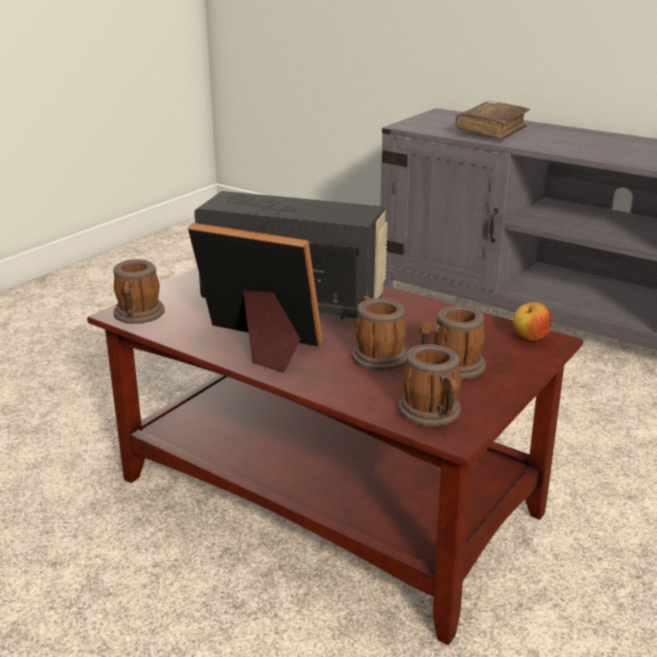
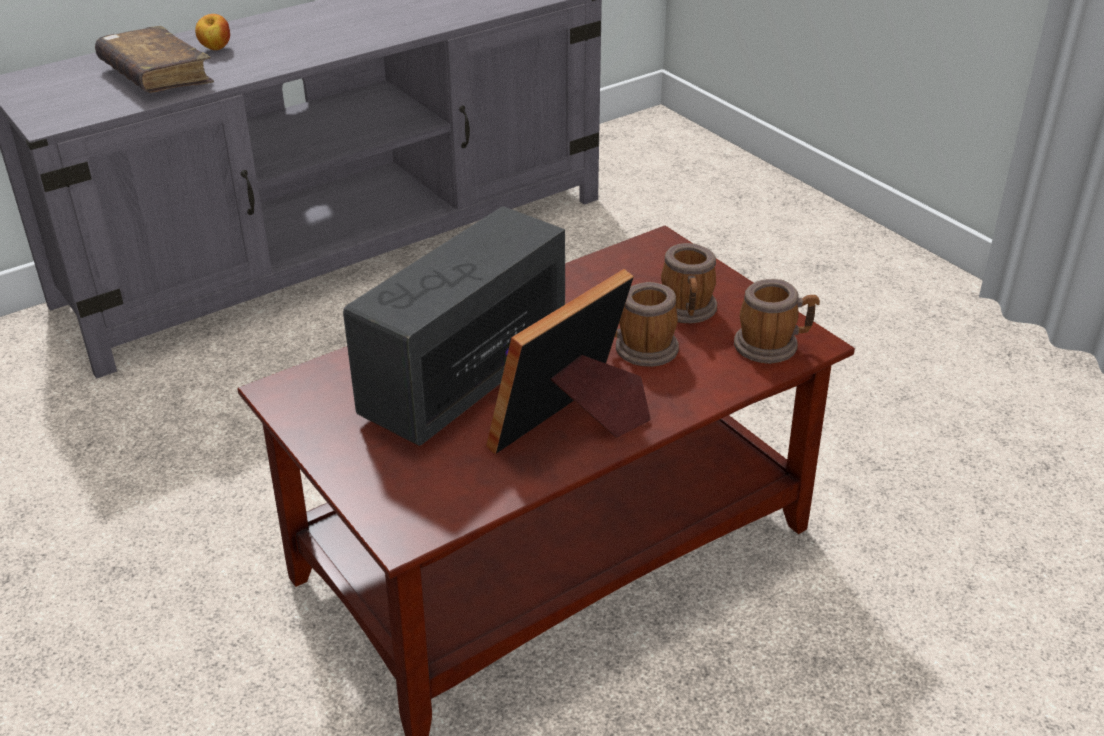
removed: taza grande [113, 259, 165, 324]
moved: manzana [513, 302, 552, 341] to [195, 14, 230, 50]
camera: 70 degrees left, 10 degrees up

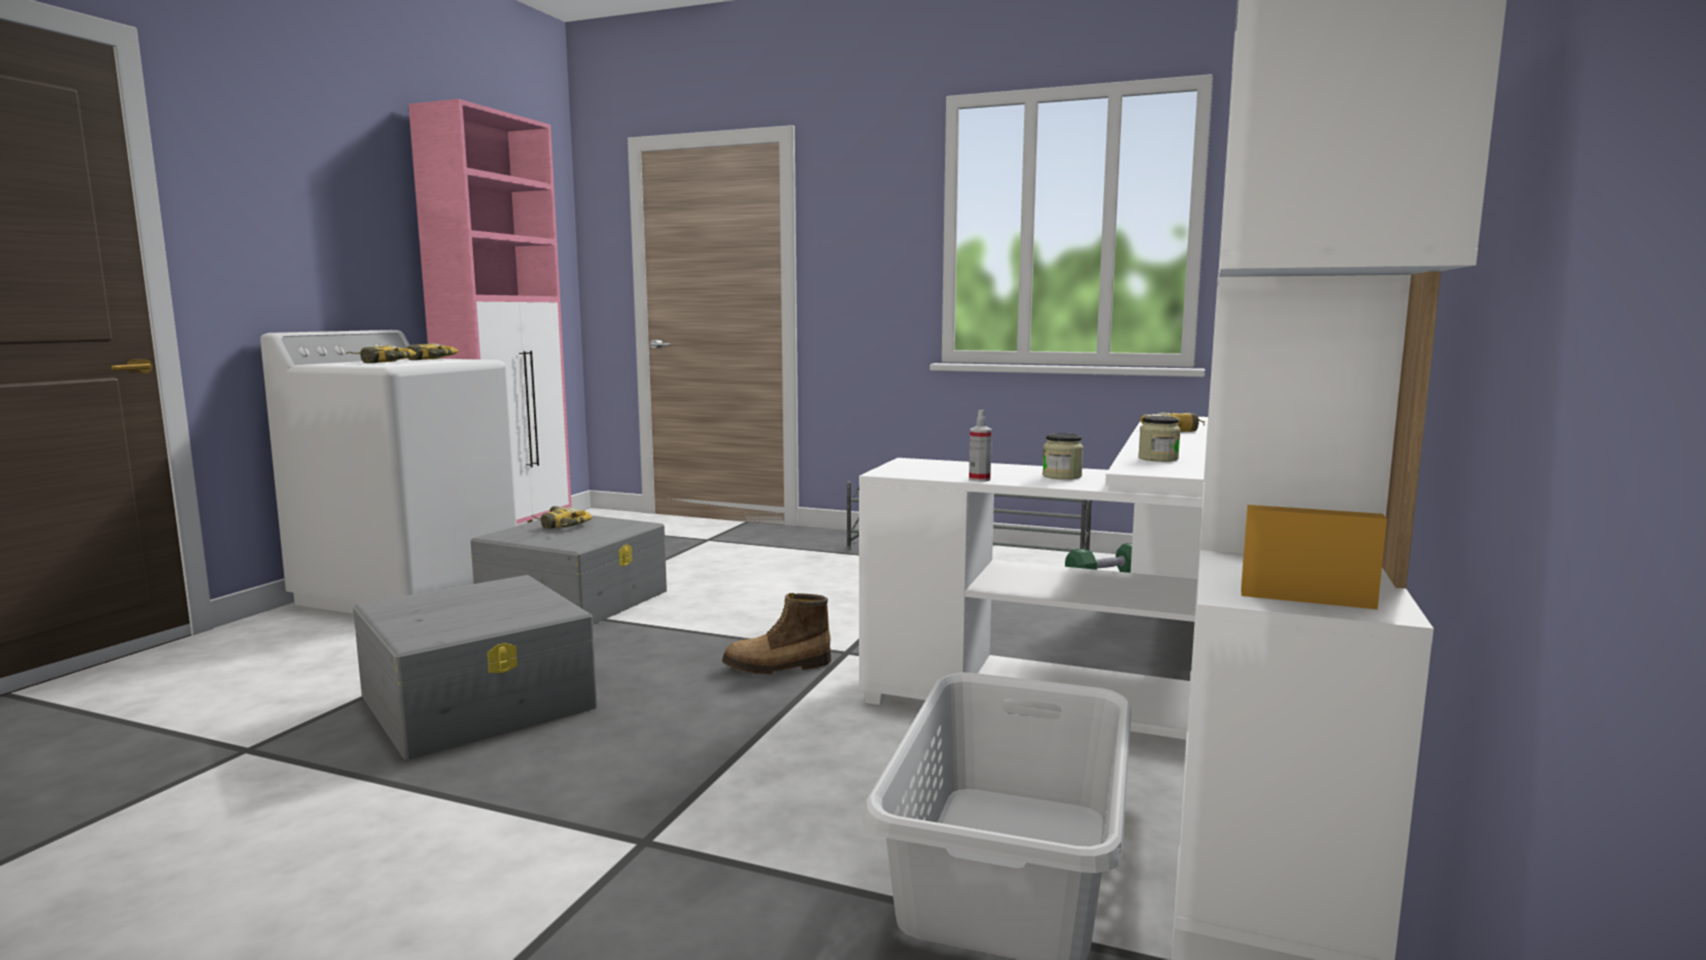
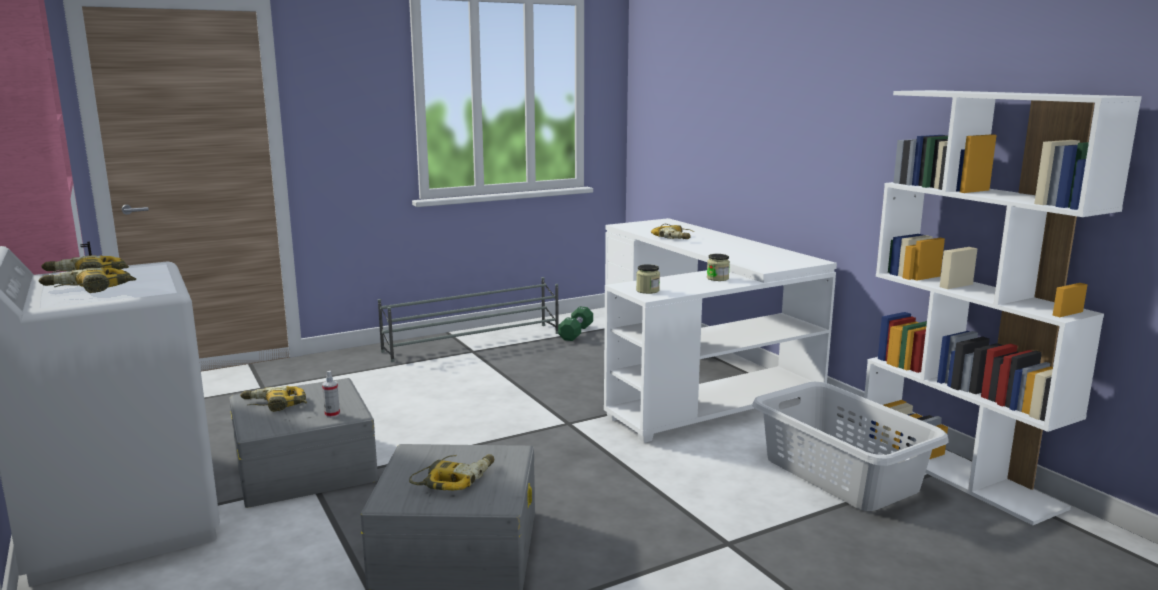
removed: bota [722, 593, 831, 674]
added: taladro [409, 454, 494, 491]
moved: pulverizador [969, 410, 992, 482] to [322, 371, 340, 418]; tarro [1138, 416, 1181, 462] to [636, 264, 660, 294]
camera: 50 degrees left, 5 degrees up

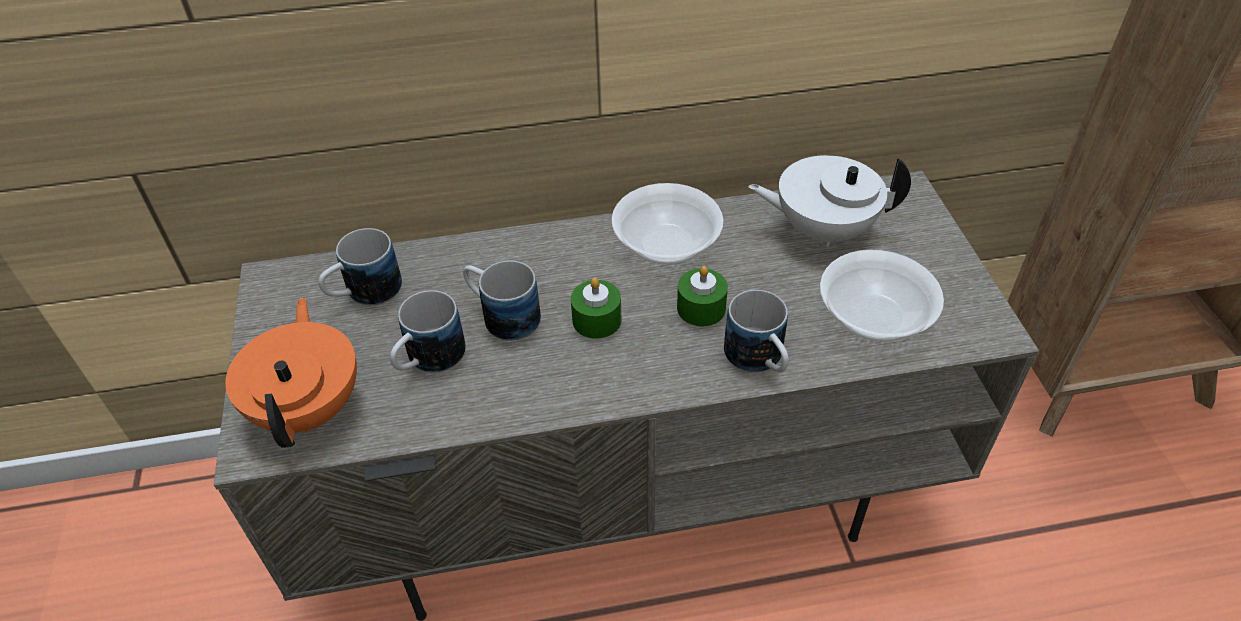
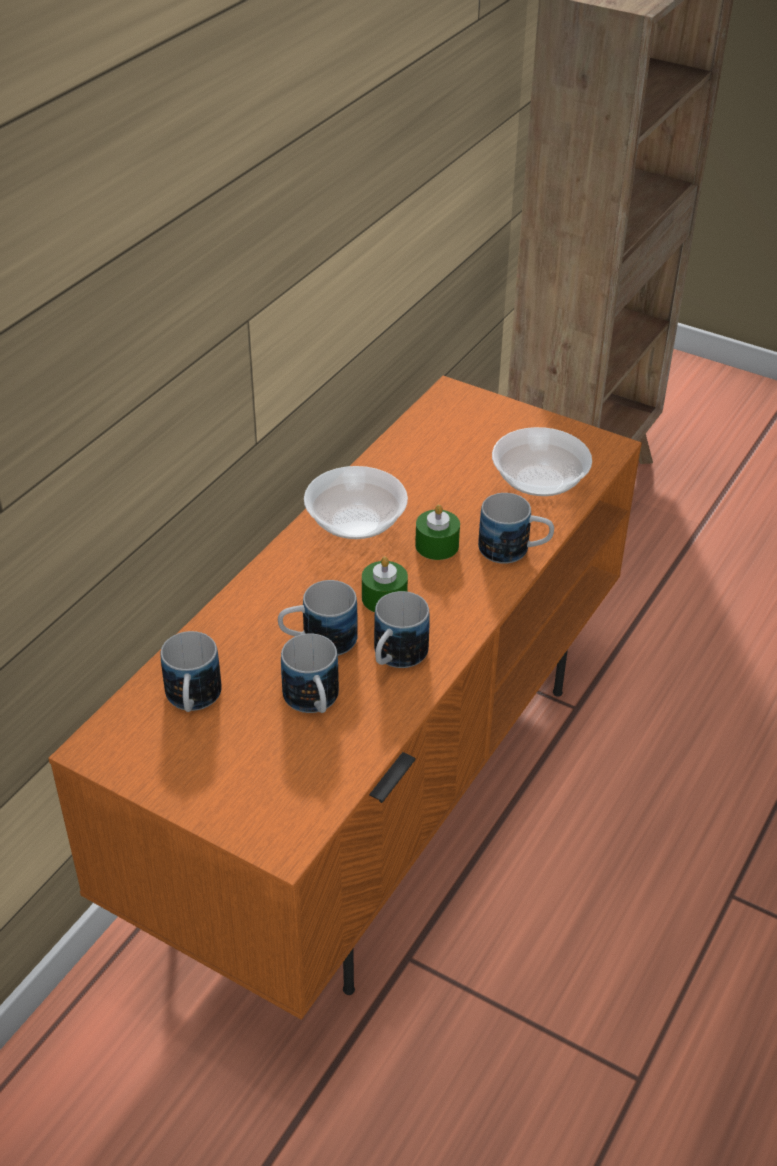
removed: tetera [naranja] [225, 298, 357, 448]; tetera [blanco] [748, 155, 911, 247]
added: taza grande [374, 591, 430, 668]
recoloured: mueble de televisión [gris] [214, 171, 1039, 621] to mueble de televisión [naranja] [48, 376, 642, 1020]
camera: 50 degrees left, 5 degrees down

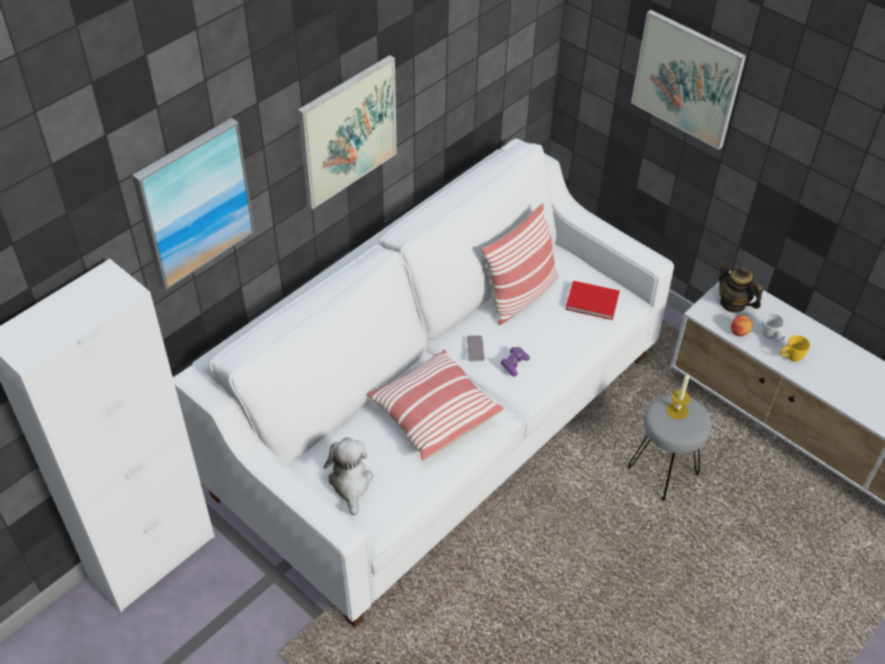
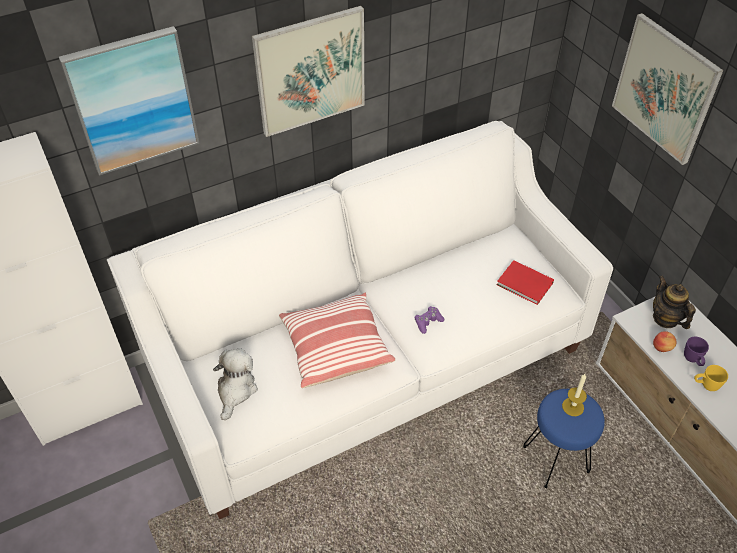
removed: móvil [467, 335, 485, 362]; cojín [481, 204, 559, 325]
recoloured: taburete [gris] [628, 394, 711, 501] to taburete [azul] [523, 389, 605, 488]; taza grande [blanco] [761, 313, 785, 340] to taza grande [morado] [684, 337, 709, 366]
camera: 20 degrees right, 0 degrees up

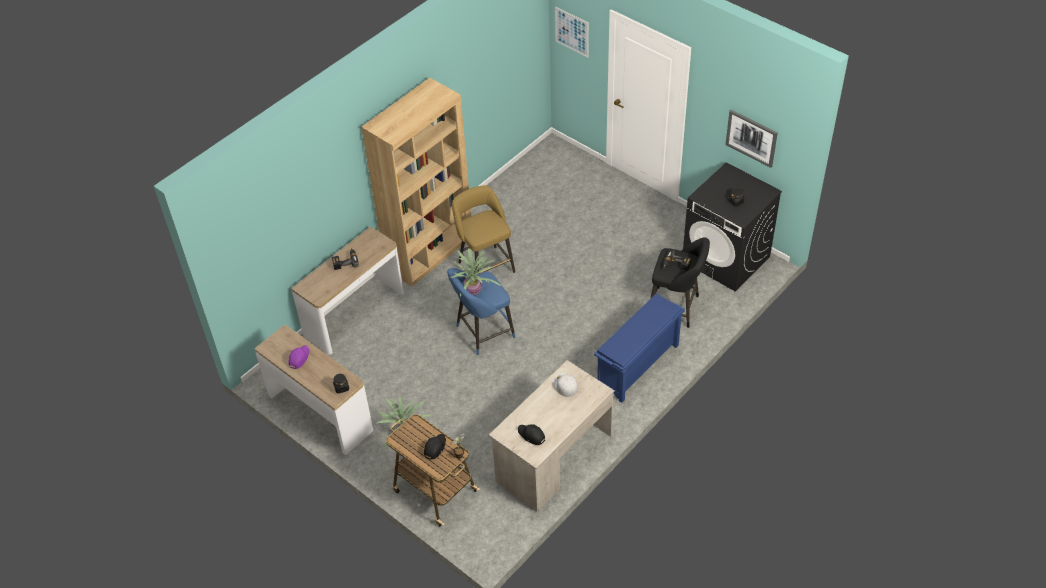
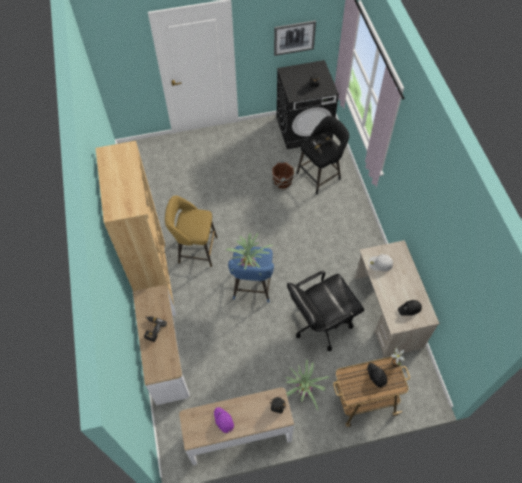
removed: cuadro [555, 7, 589, 57]; zapatero [azul] [594, 293, 685, 403]
added: cubo [marrón] [272, 160, 294, 189]; silla de oficina [negro] [287, 270, 364, 351]
camera: 55 degrees left, 10 degrees up

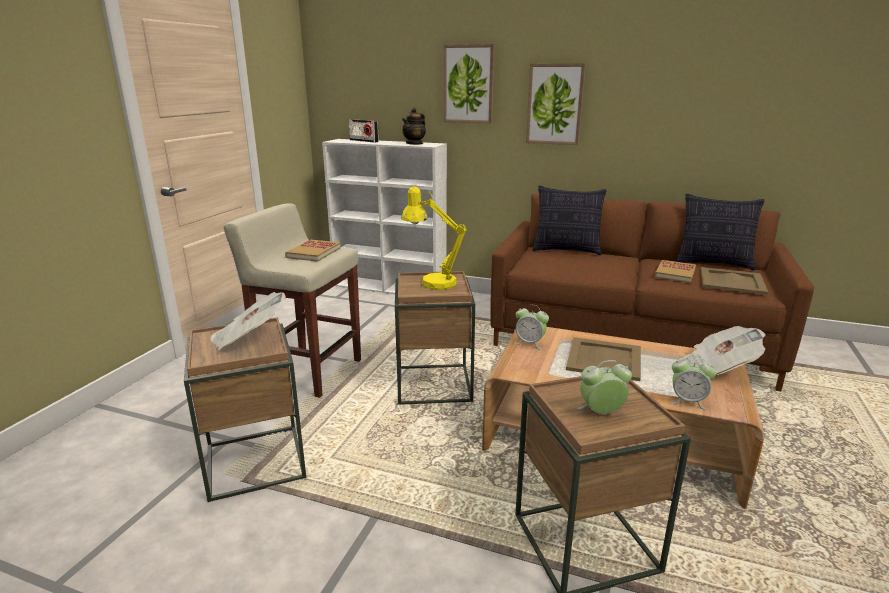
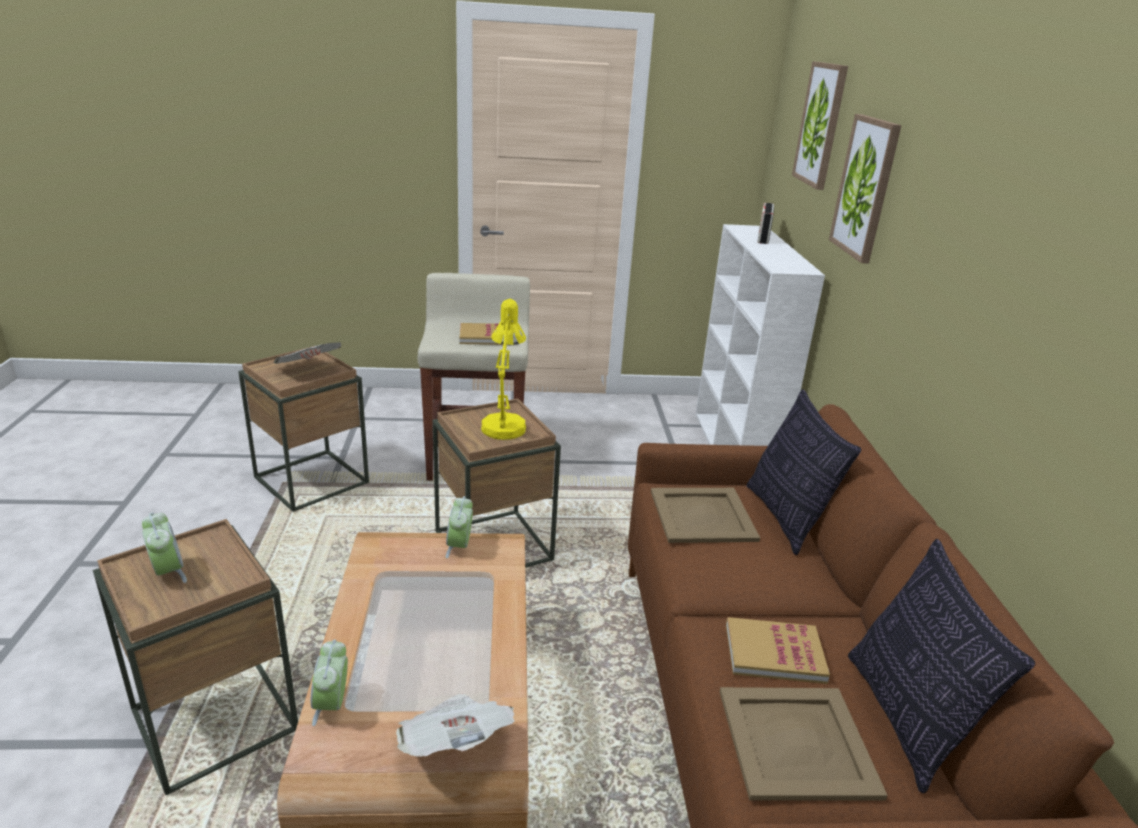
removed: tetera [402, 108, 426, 145]
moved: cuadro [526, 63, 586, 145] to [792, 61, 848, 190]; bandeja [beis] [566, 337, 641, 381] to [651, 488, 760, 543]
camera: 65 degrees right, 5 degrees up

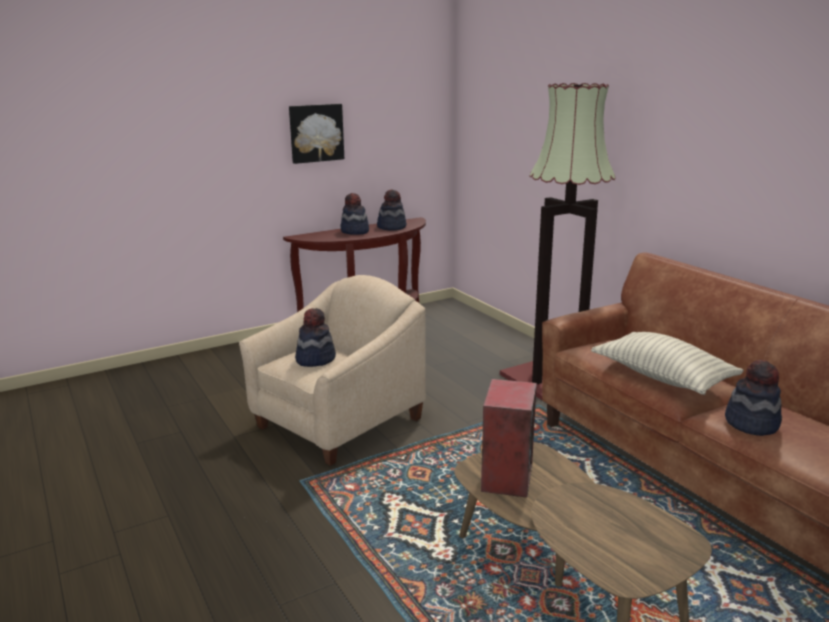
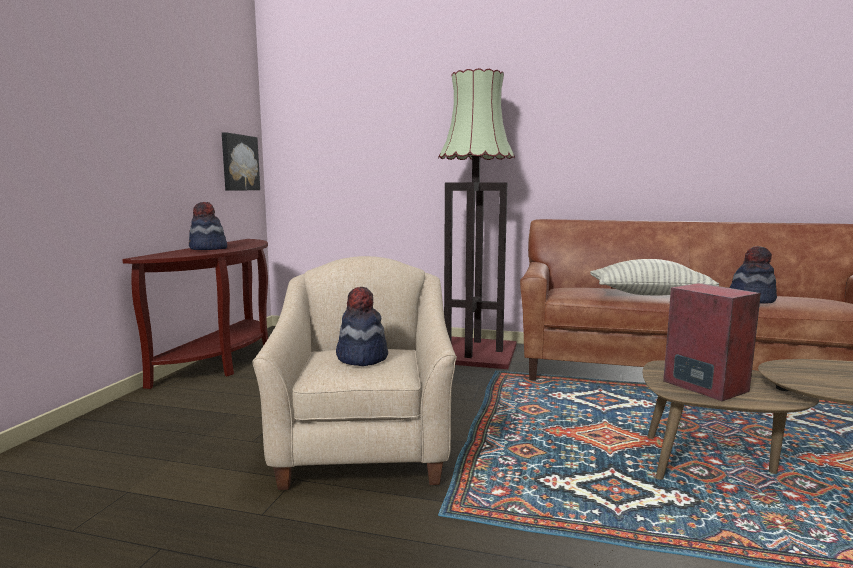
removed: sombrero [377, 189, 406, 230]
moved: cuadro [289, 104, 344, 164] to [222, 132, 260, 191]
camera: 45 degrees left, 10 degrees down

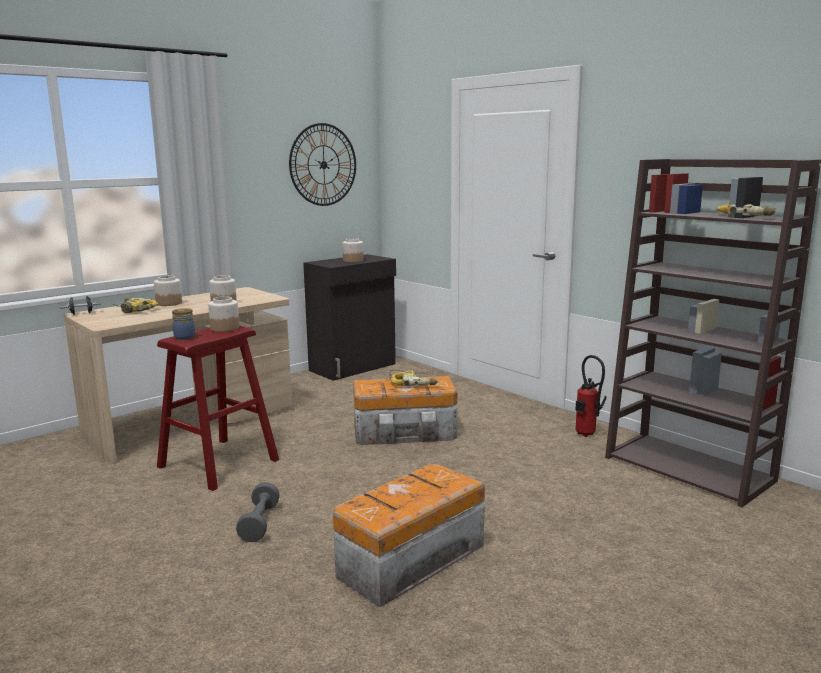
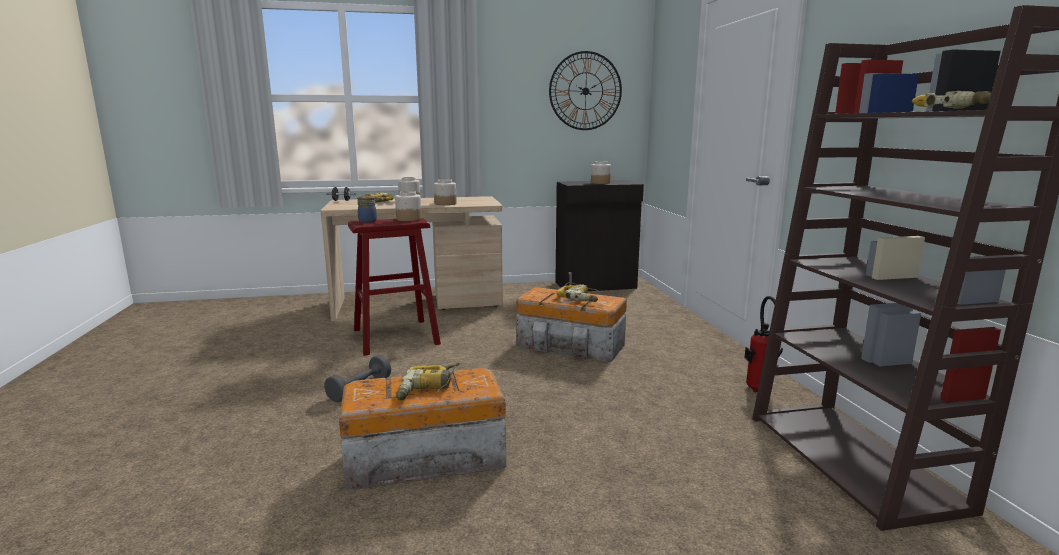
added: taladro [396, 363, 459, 400]
camera: 30 degrees right, 0 degrees up

